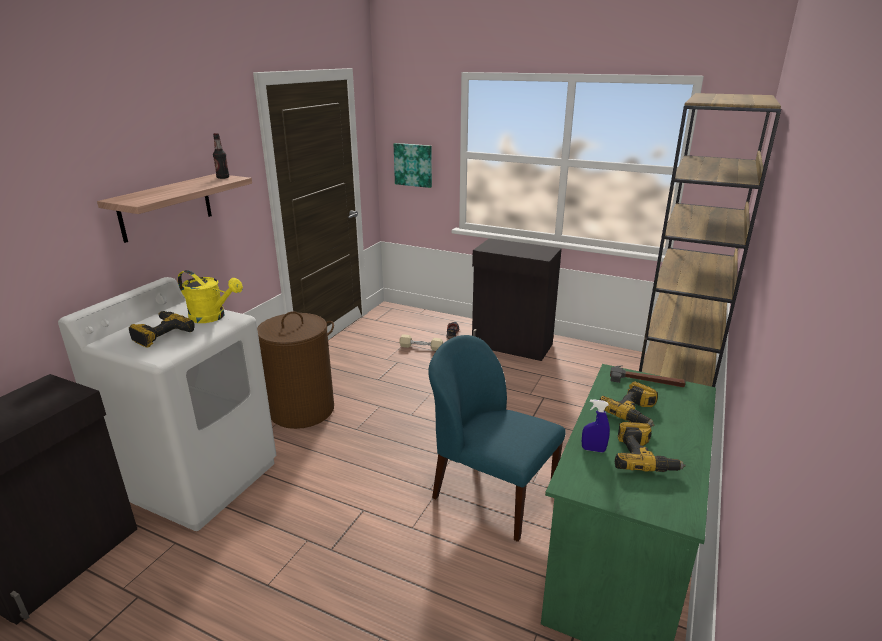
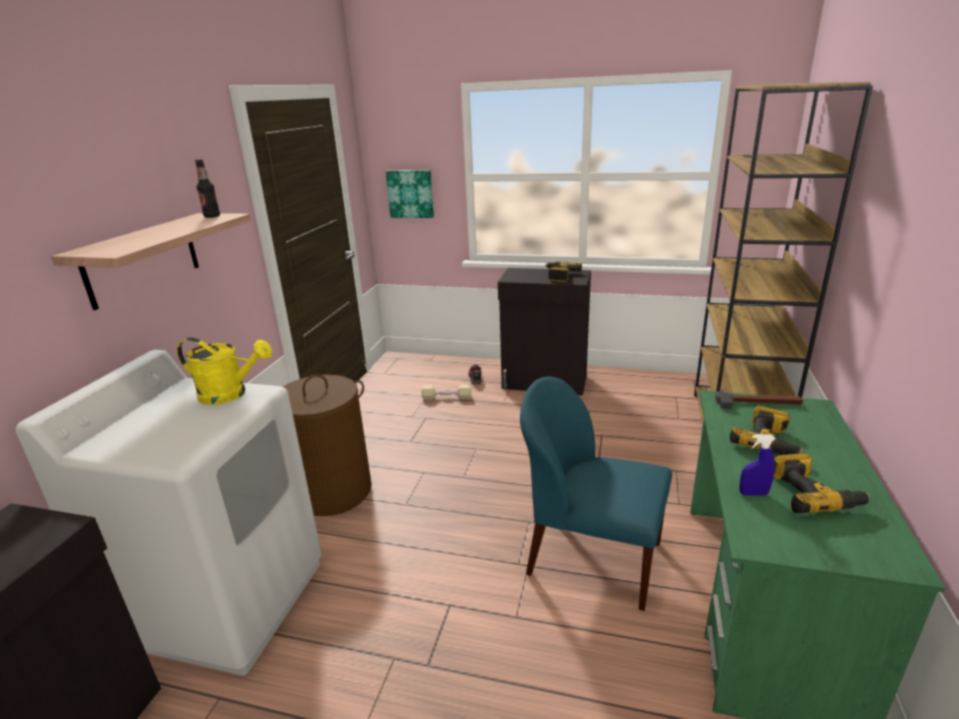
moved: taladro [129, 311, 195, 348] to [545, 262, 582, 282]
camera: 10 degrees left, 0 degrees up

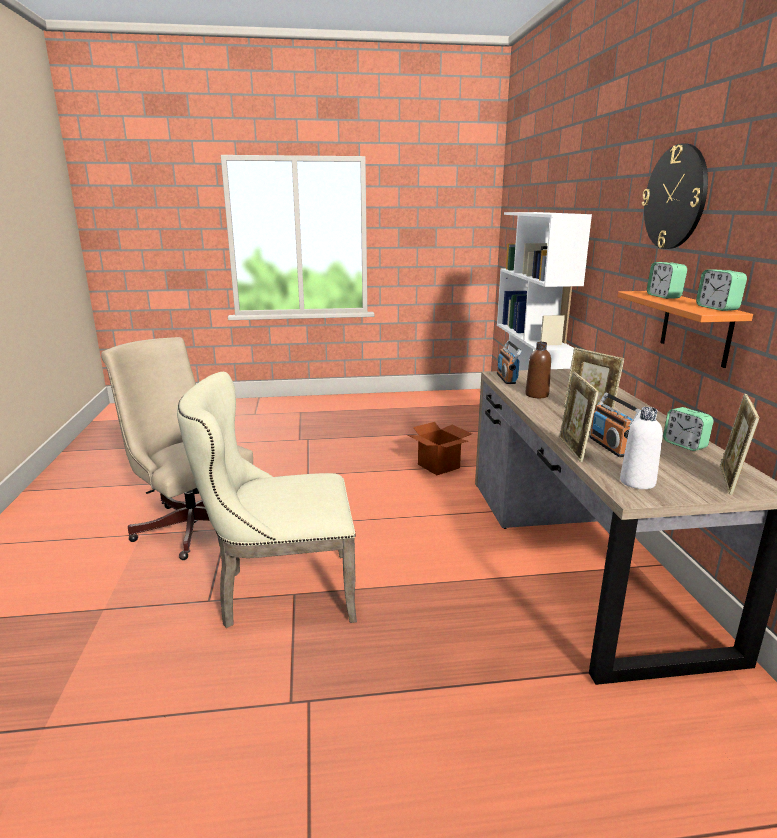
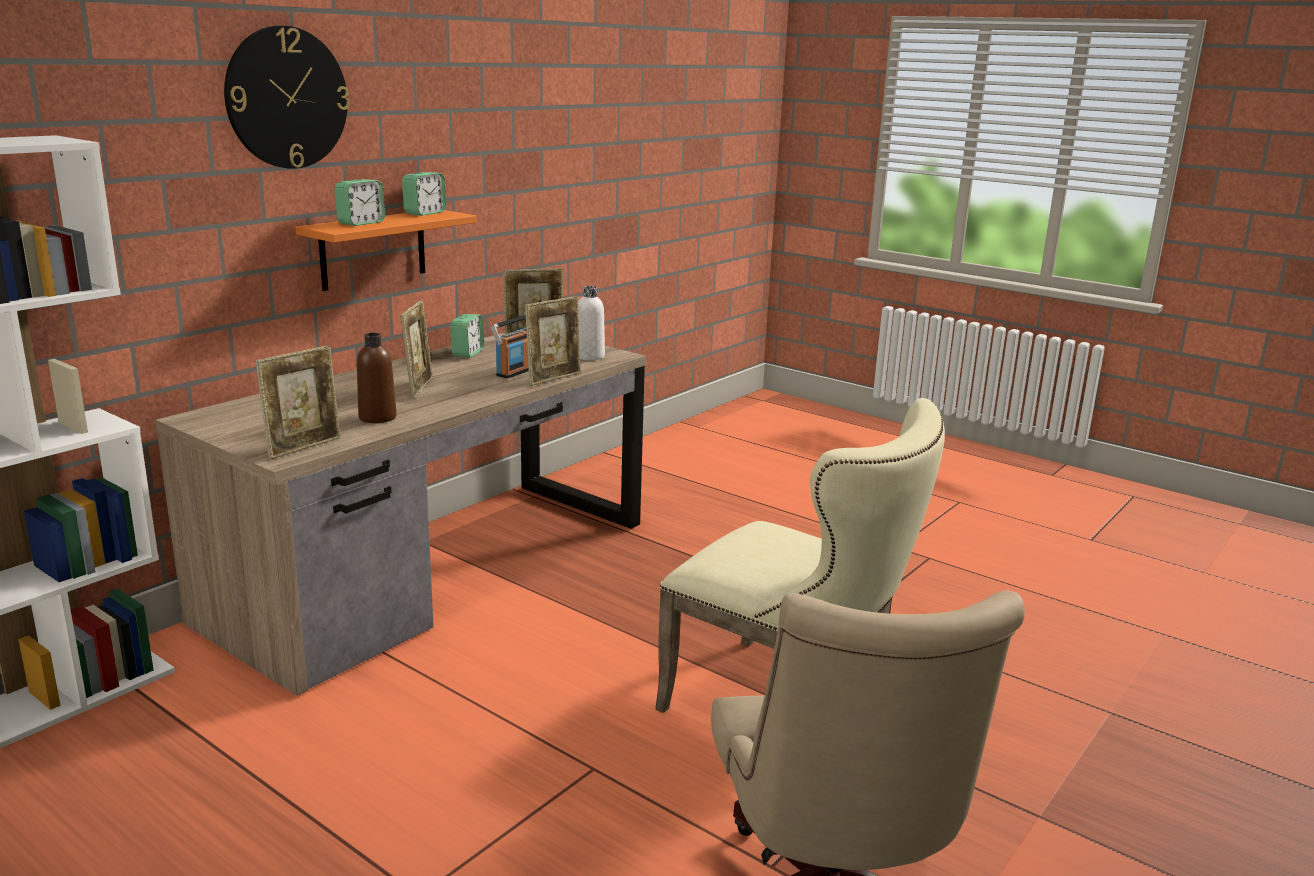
removed: caja de cartón [407, 422, 472, 475]
replaced: radio [497, 341, 522, 384] to portarretratos [256, 345, 340, 459]
camera: 135 degrees left, 0 degrees up

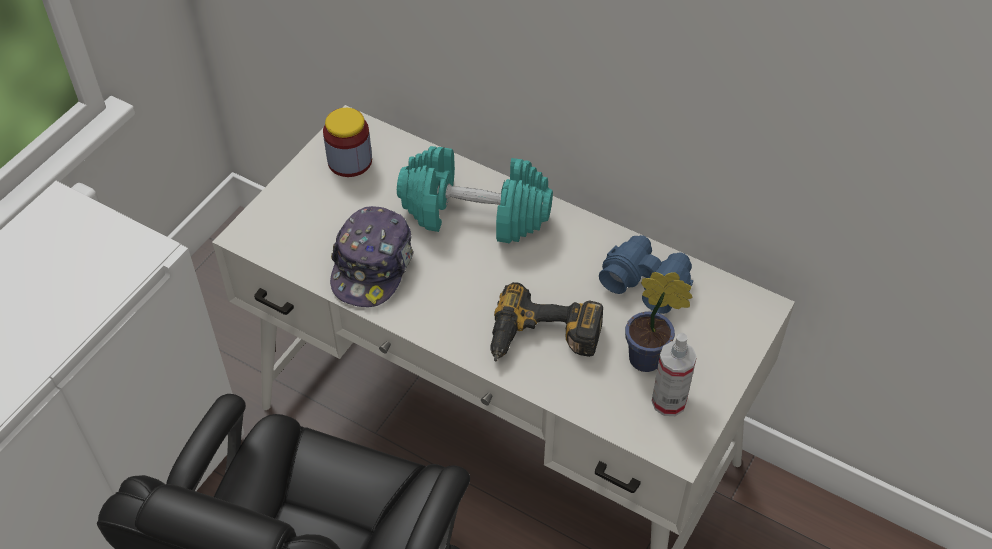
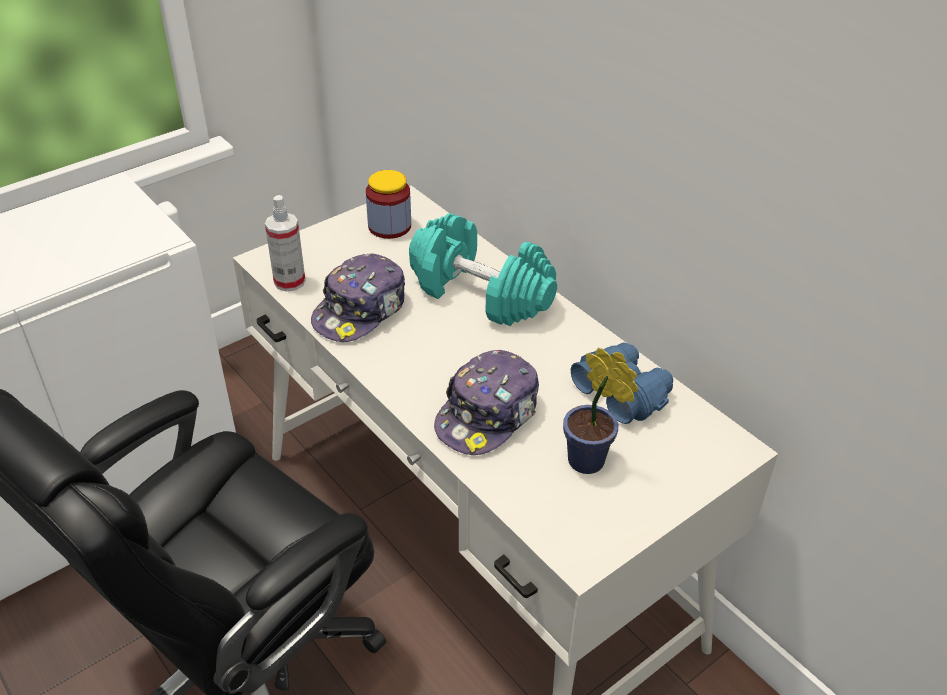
moved: pulverizador [652, 333, 697, 416] to [265, 195, 305, 292]
replaced: taladro [490, 282, 603, 362] to gorra [434, 350, 539, 455]
camera: 20 degrees right, 10 degrees down

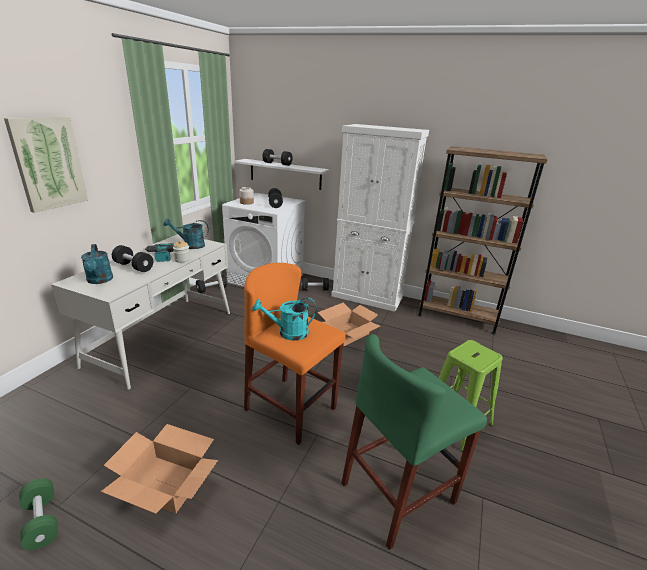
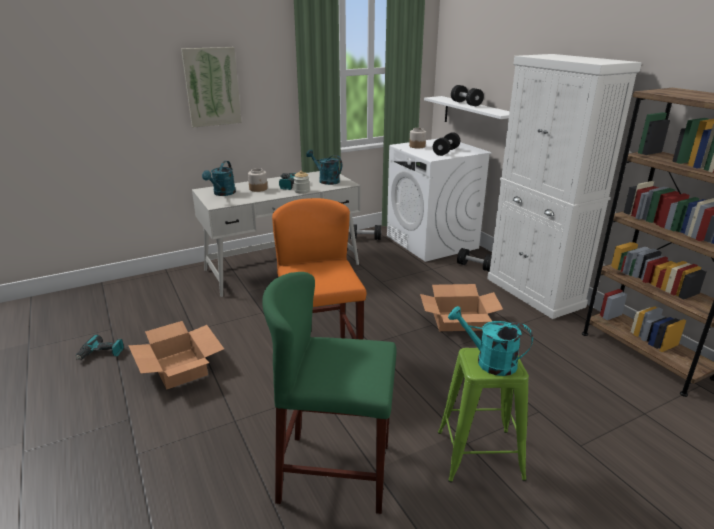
moved: regadera [turquesa] [252, 298, 317, 341] to [448, 306, 533, 376]
replaced: mancuerna [verde] [19, 478, 58, 550] to taladro [76, 335, 124, 360]; mancuerna [negro] [112, 245, 153, 272] to tarro [248, 168, 268, 192]
camera: 40 degrees right, 0 degrees up

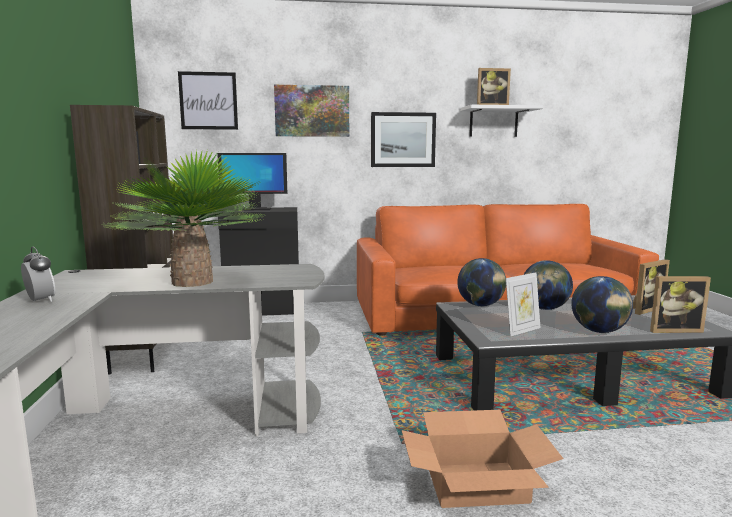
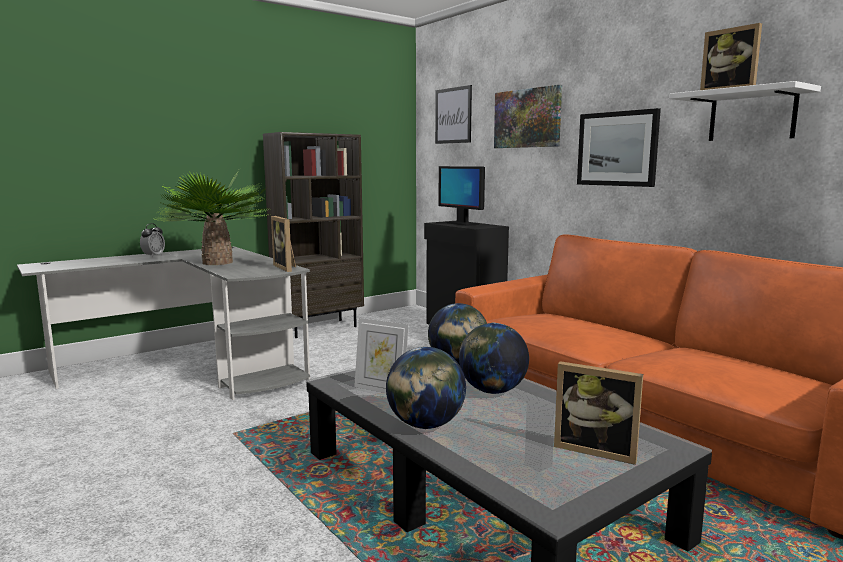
removed: caja de cartón [402, 410, 564, 508]
moved: portarretratos [650, 276, 711, 333] to [271, 216, 296, 272]
camera: 60 degrees right, 0 degrees up

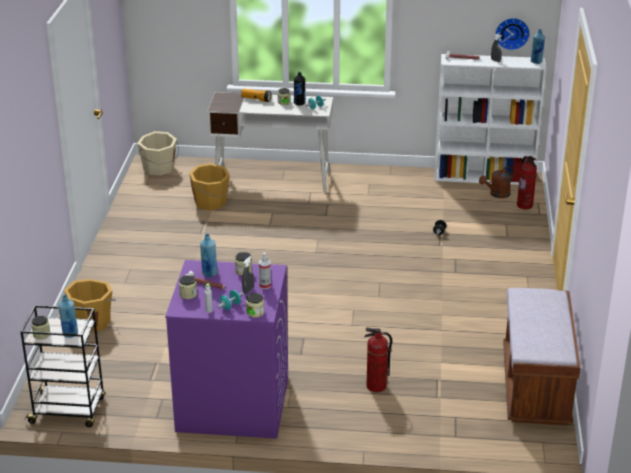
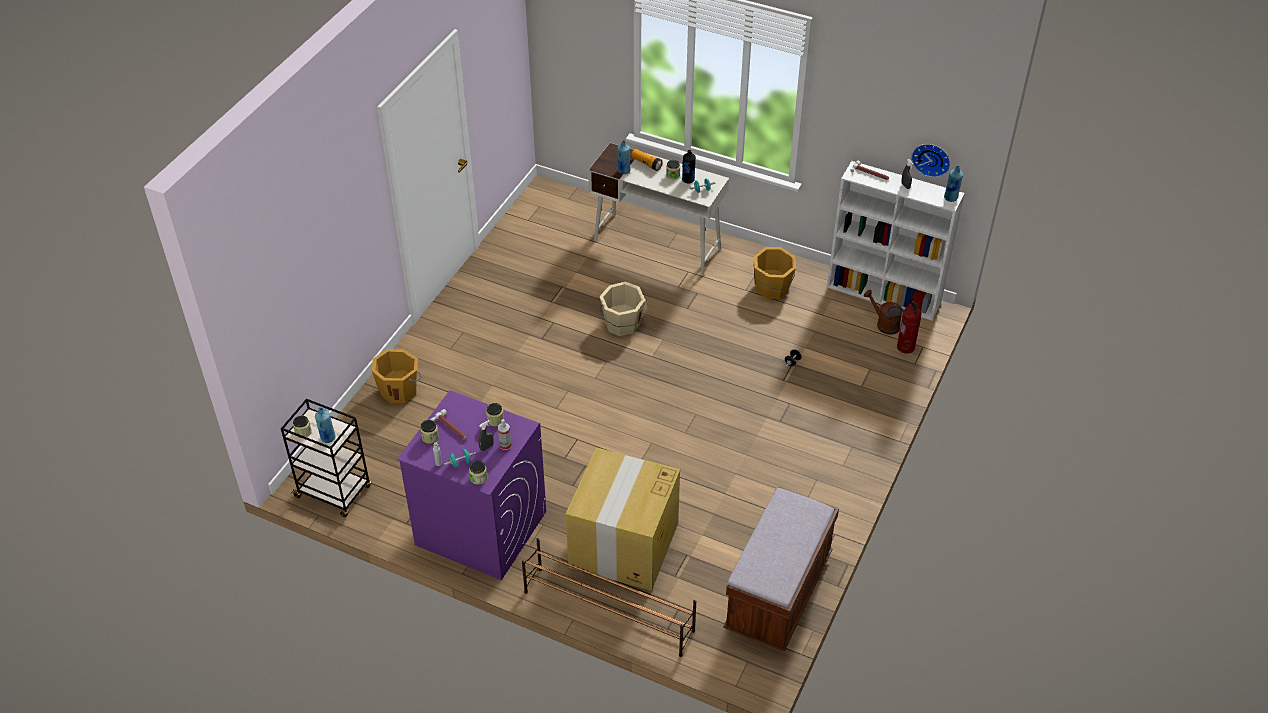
added: zapatero [marrón] [522, 538, 697, 657]
moved: cubo [beis] [137, 131, 179, 176] to [598, 281, 648, 336]; cubo [naranja] [189, 163, 230, 210] to [754, 247, 796, 299]; botella [azul] [200, 234, 218, 277] to [617, 140, 631, 174]
replaced: extintor [364, 328, 392, 392] to caja de cartón [566, 448, 680, 591]
turned: regadera [marrón] [479, 166, 514, 198] = [863, 290, 904, 335] 60 degrees clockwise
camera: 20 degrees right, 15 degrees up

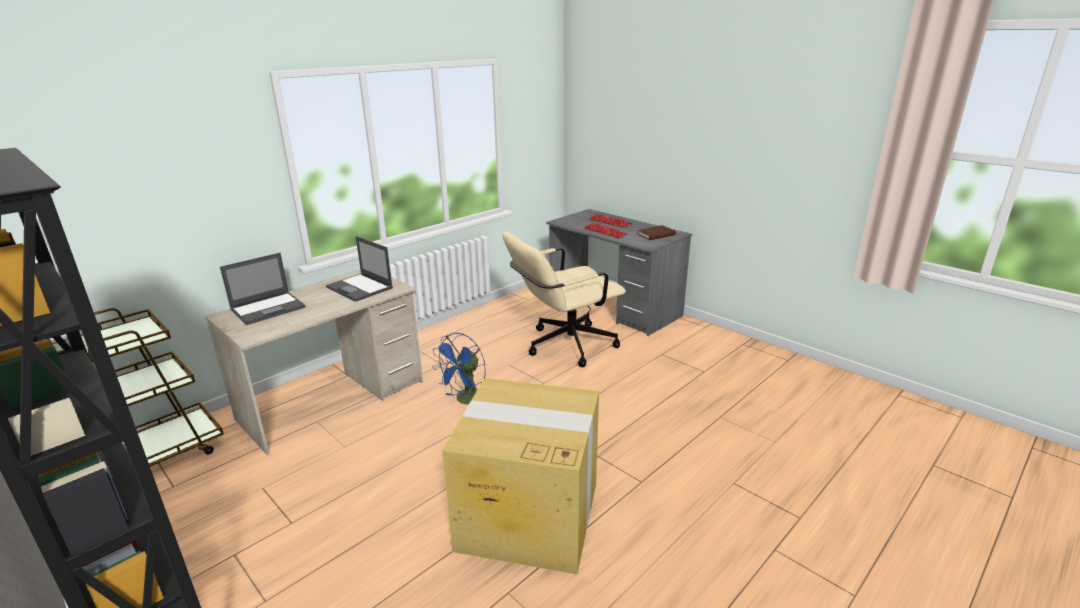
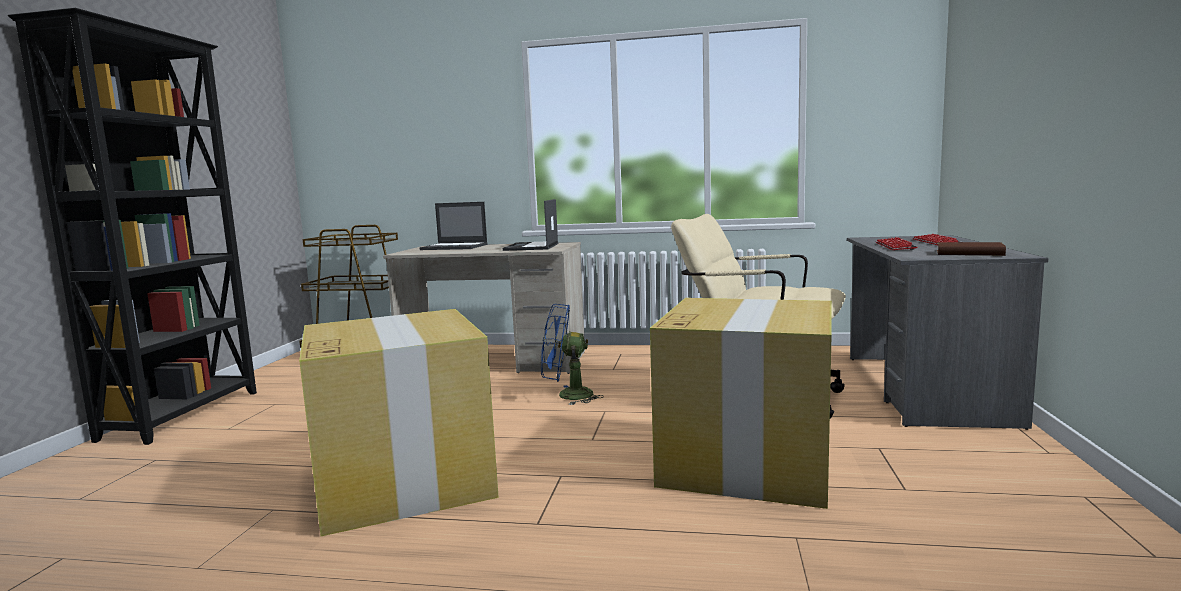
added: caja de cartón [650, 298, 832, 509]
camera: 55 degrees right, 15 degrees down

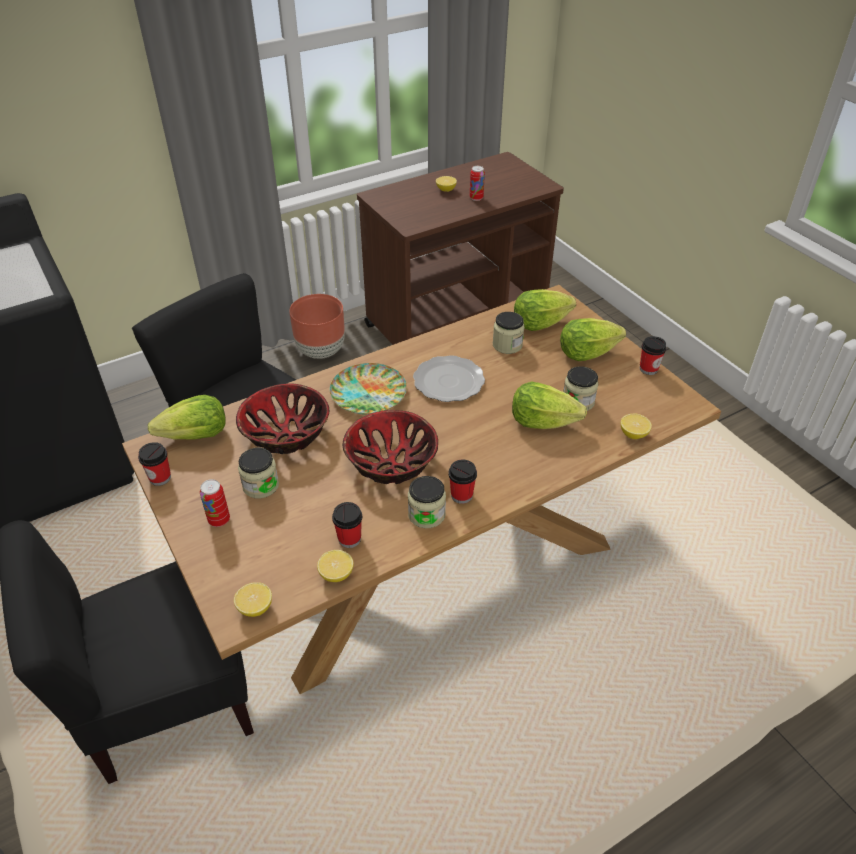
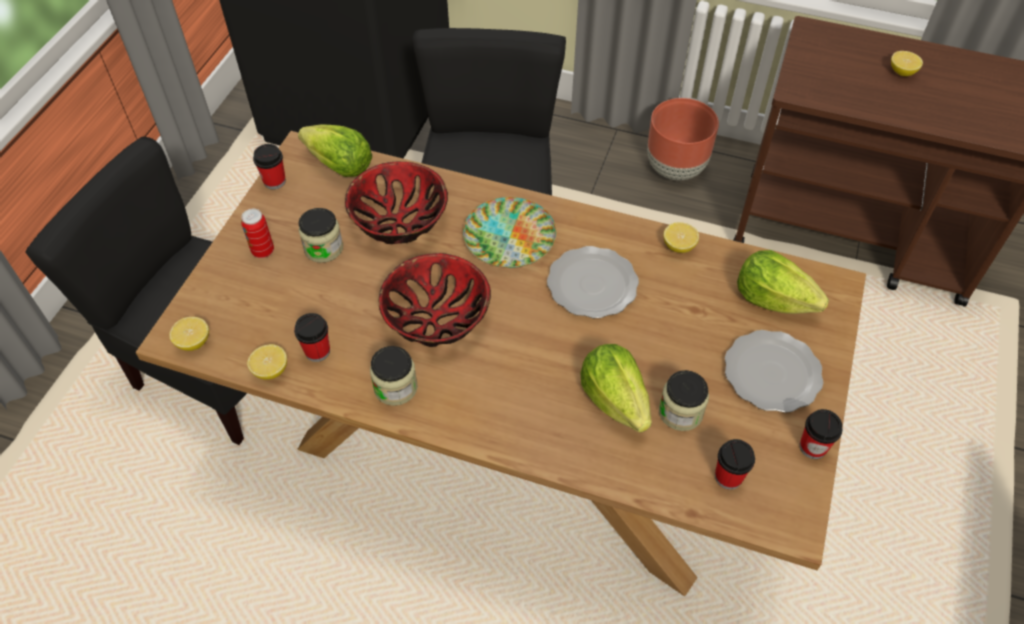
removed: lata [470, 166, 485, 201]; tarro [493, 312, 525, 354]
moved: taza [449, 459, 477, 504] to [715, 439, 755, 490]; limón [621, 413, 652, 439] to [664, 222, 699, 253]
replaced: lechuga [560, 318, 626, 361] to plato [725, 330, 824, 413]
camera: 50 degrees right, 10 degrees up

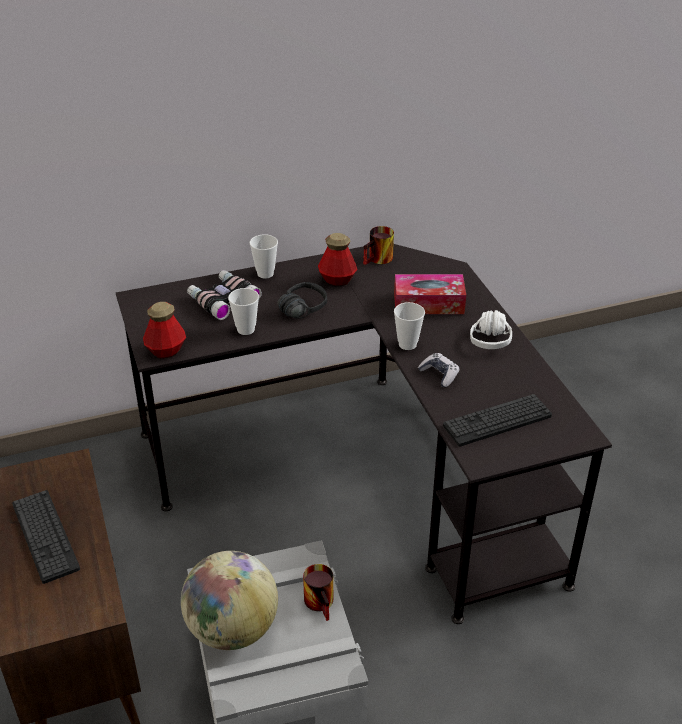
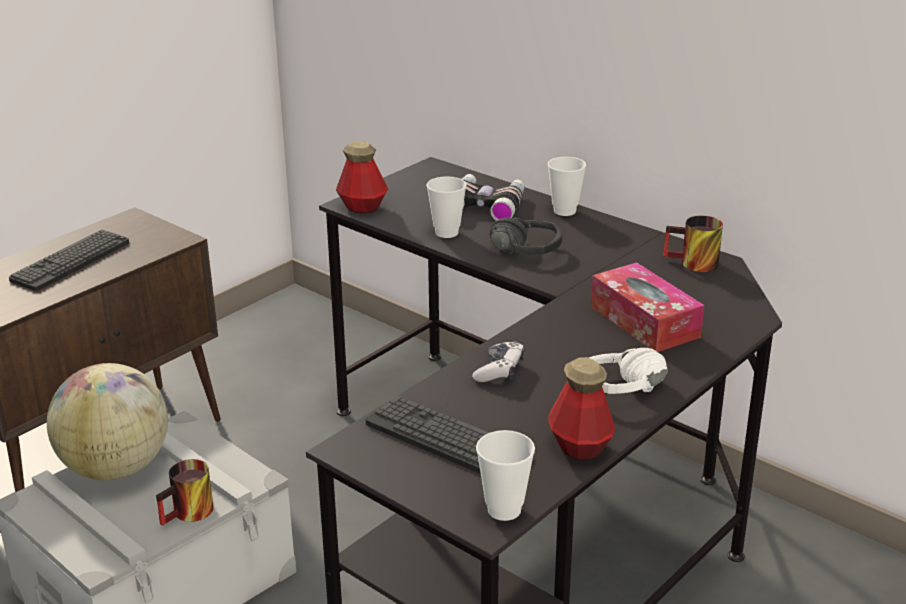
moved: botella [318, 233, 357, 286] to [548, 357, 615, 460]; taza [394, 302, 425, 350] to [476, 430, 535, 521]
camera: 60 degrees right, 10 degrees down

